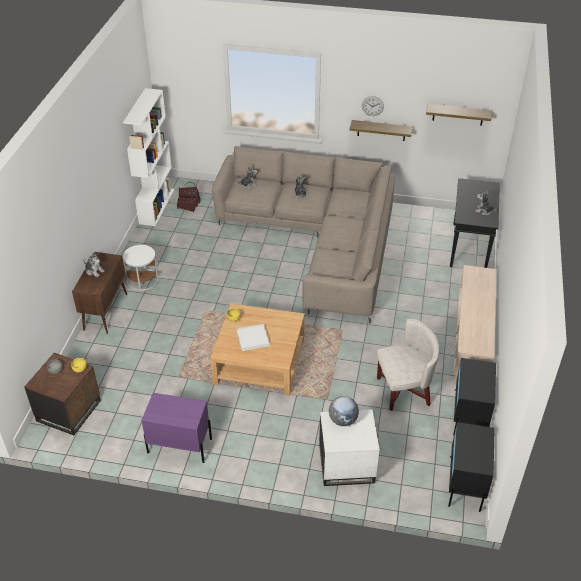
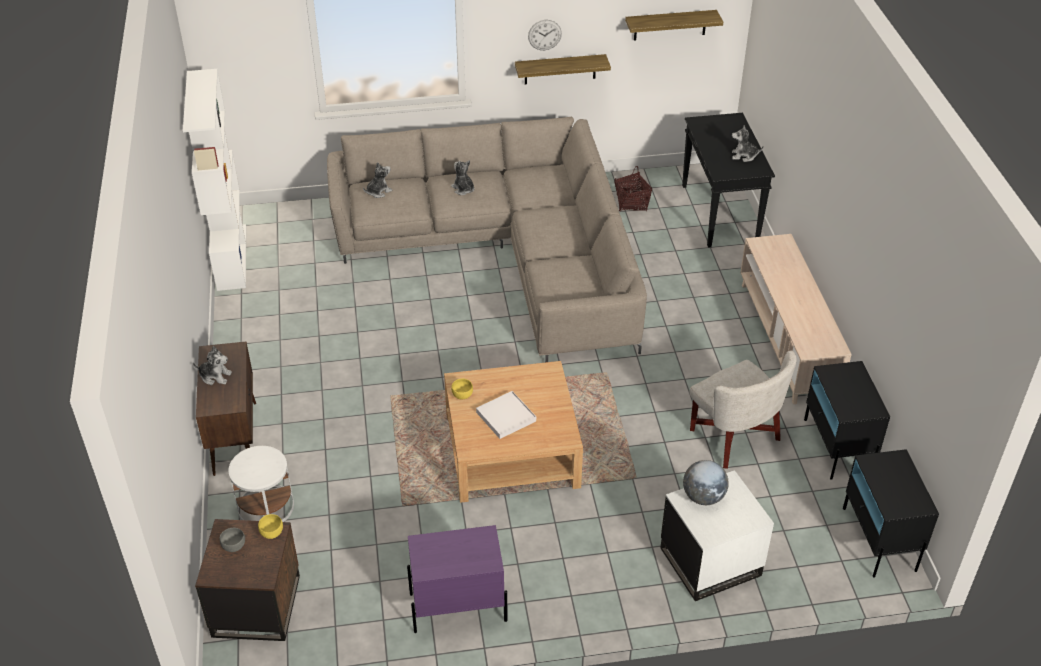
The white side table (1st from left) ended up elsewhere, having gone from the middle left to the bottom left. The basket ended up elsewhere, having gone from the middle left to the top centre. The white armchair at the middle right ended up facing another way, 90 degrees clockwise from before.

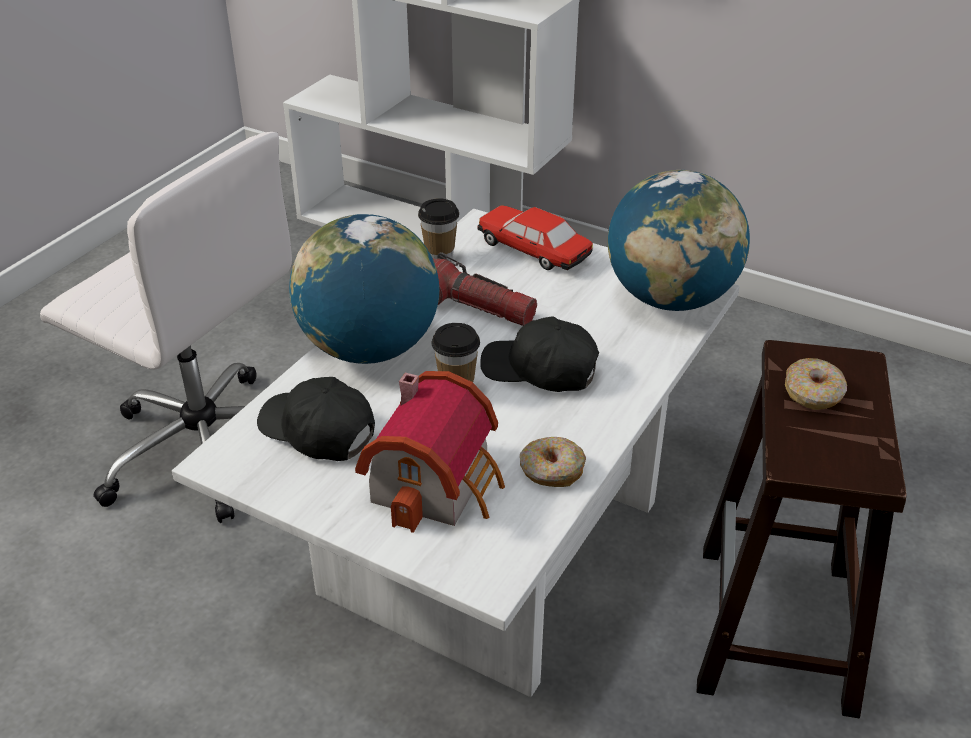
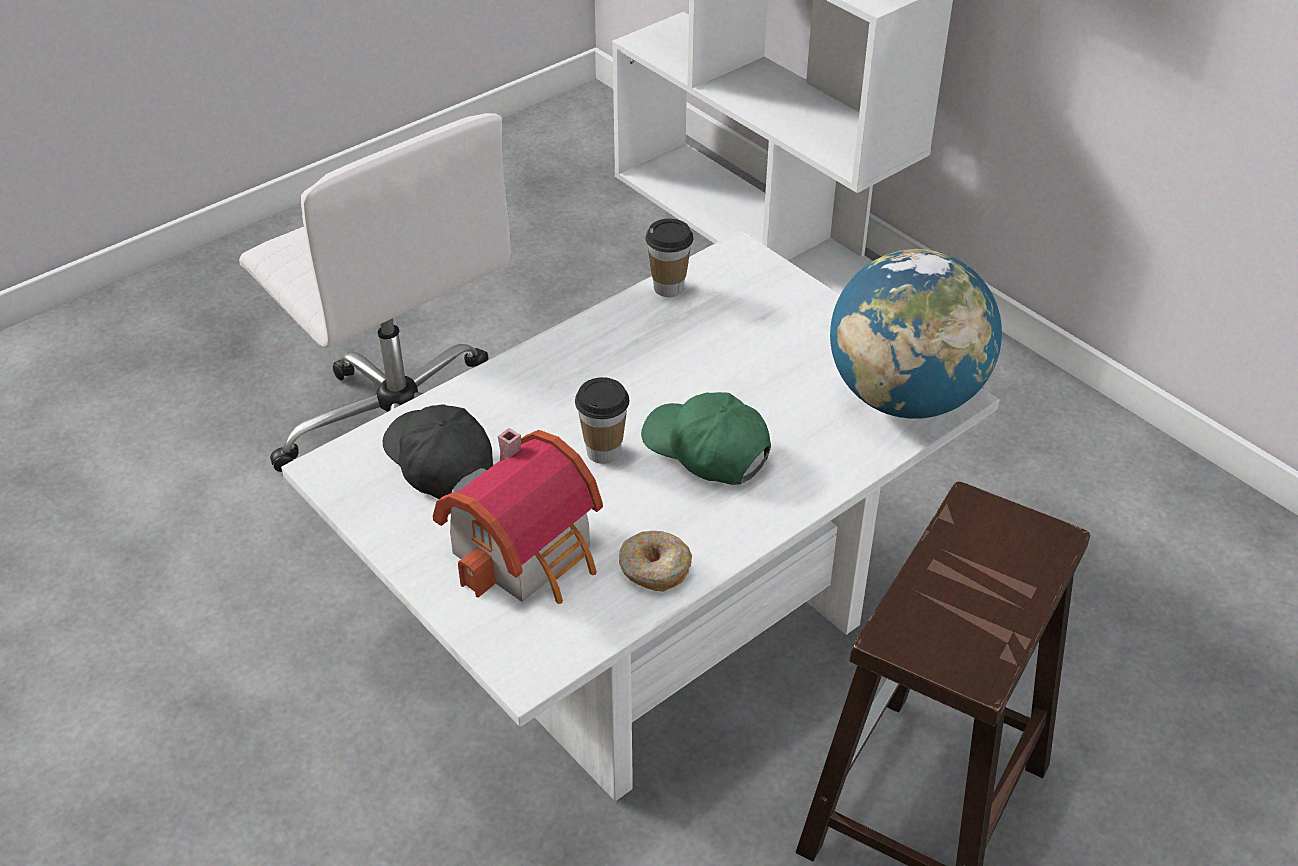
The second view lost the globe (1st from left) at the centre. The second view lost the flashlight at the centre. The second view lost the toy car at the top centre. What was the black cap (2nd from left) at the centre turned into the green cap at the centre. The second view lost the donut (2nd from left) at the middle right.

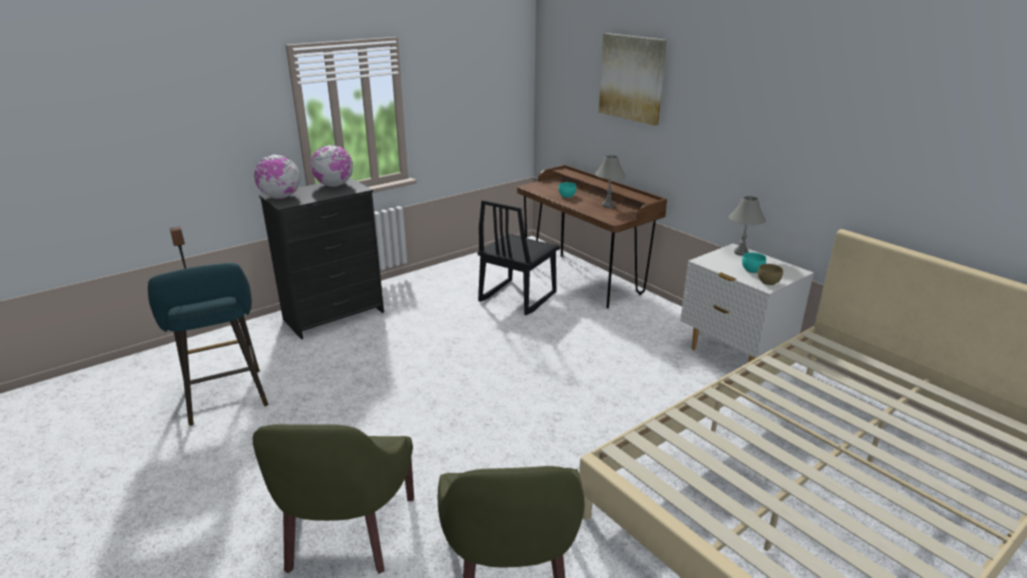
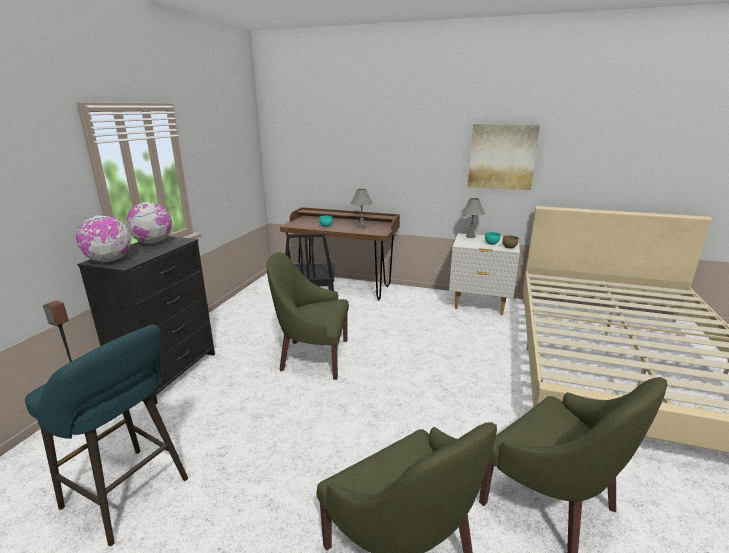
The picture ended up elsewhere, having gone from the top centre to the top right. The second view gained the green armchair (1st from left) at the centre.

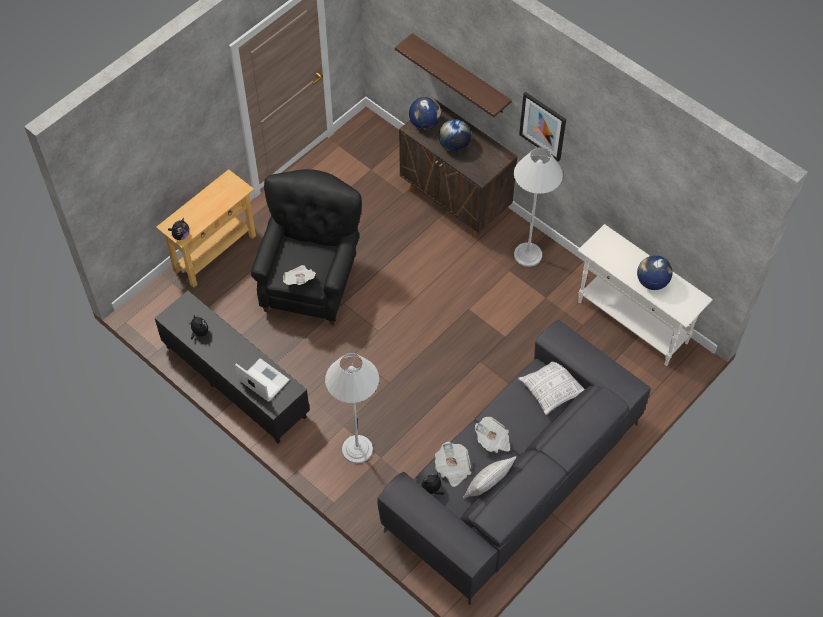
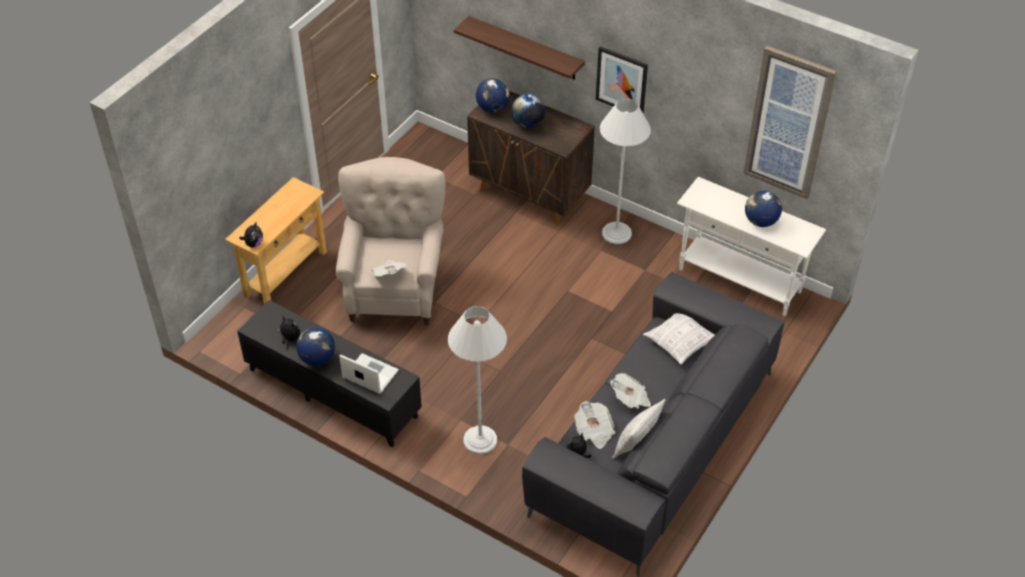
What was the black armchair at the centre turned into the beige armchair at the centre. The second view gained the globe (1st from left) at the middle left. The second view gained the picture (2nd from left) at the top right.

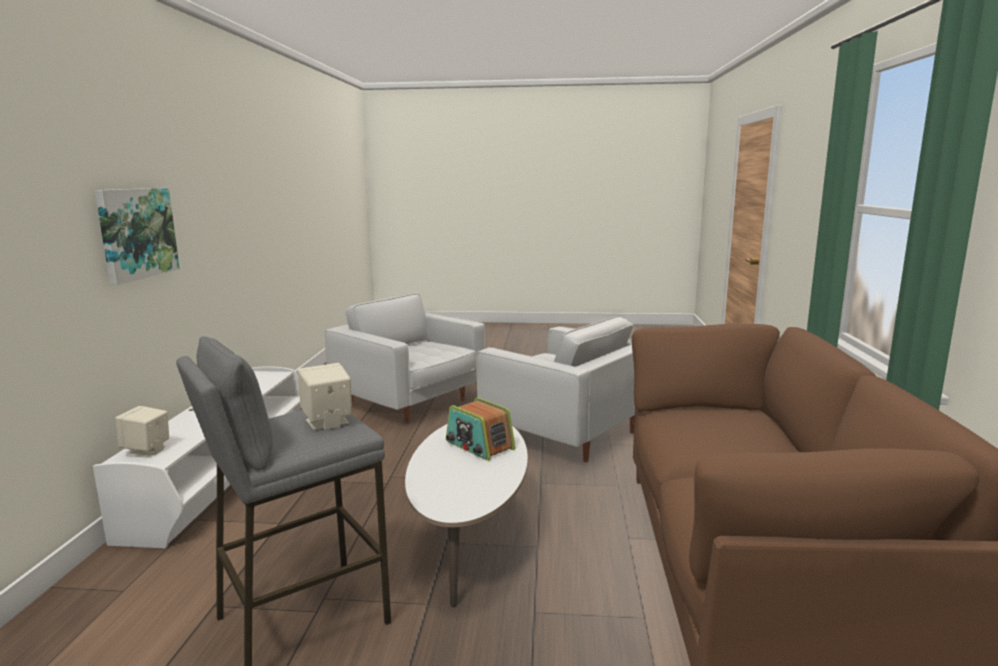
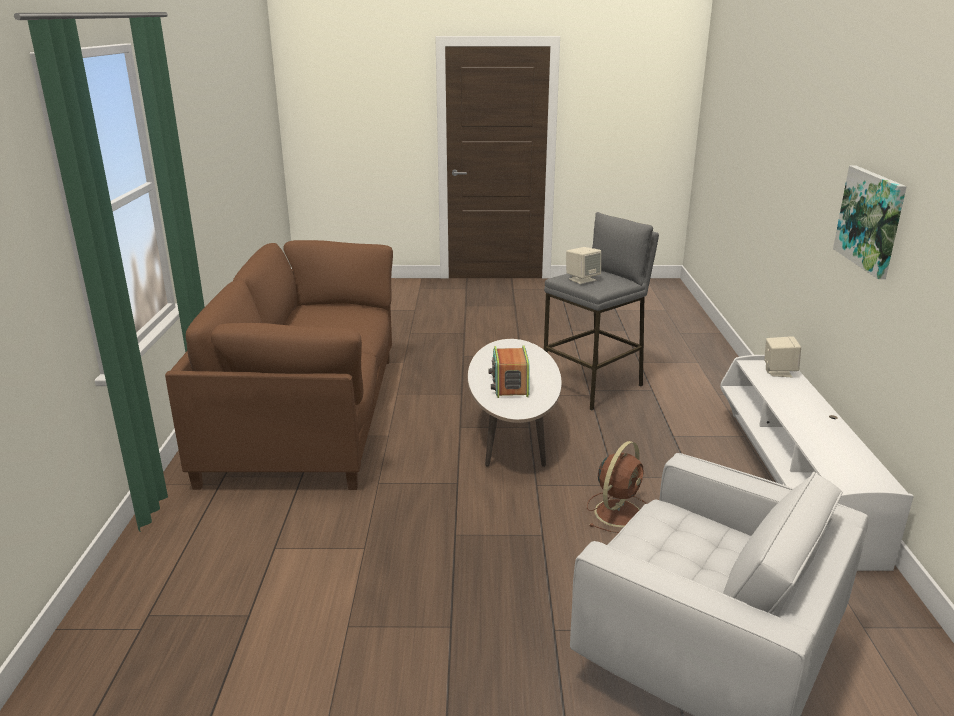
The radio at the centre ended up facing another way, 135 degrees counterclockwise from before. The second view lost the white armchair (2nd from left) at the centre. The second view gained the brown fan at the bottom centre.

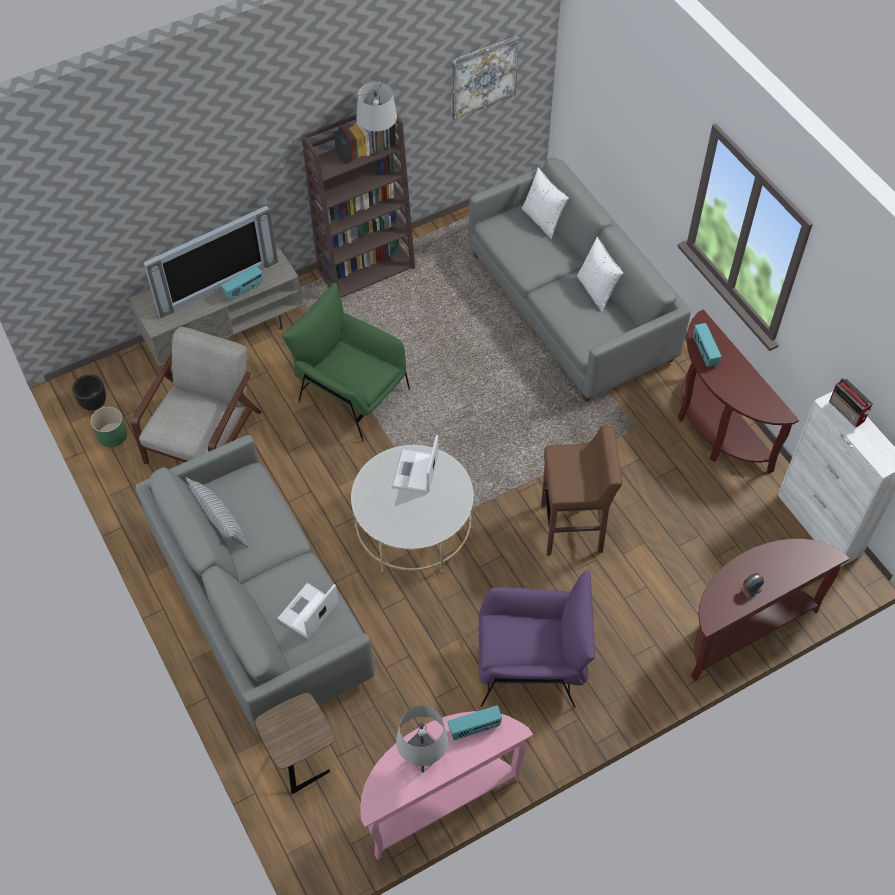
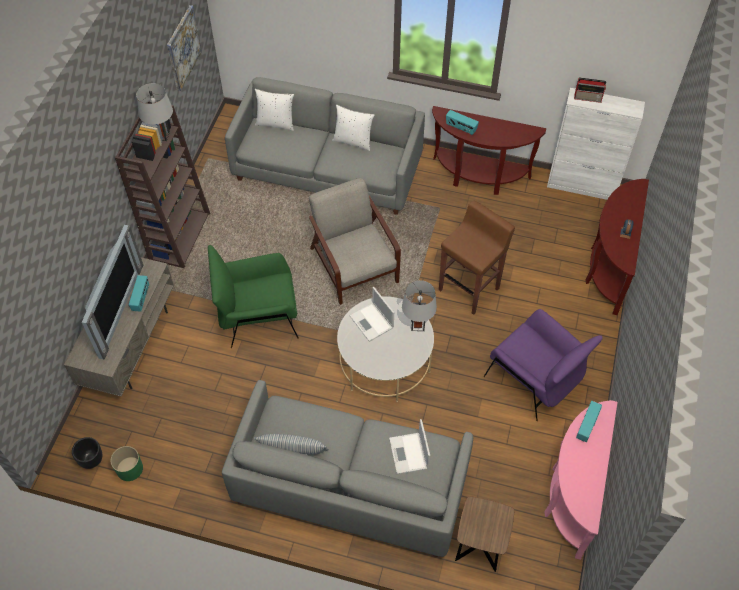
The grey armchair ended up elsewhere, having gone from the middle left to the centre. The grey table lamp (2nd from left) ended up elsewhere, having gone from the bottom centre to the centre. The purple armchair at the bottom centre ended up facing another way, 90 degrees clockwise from before.

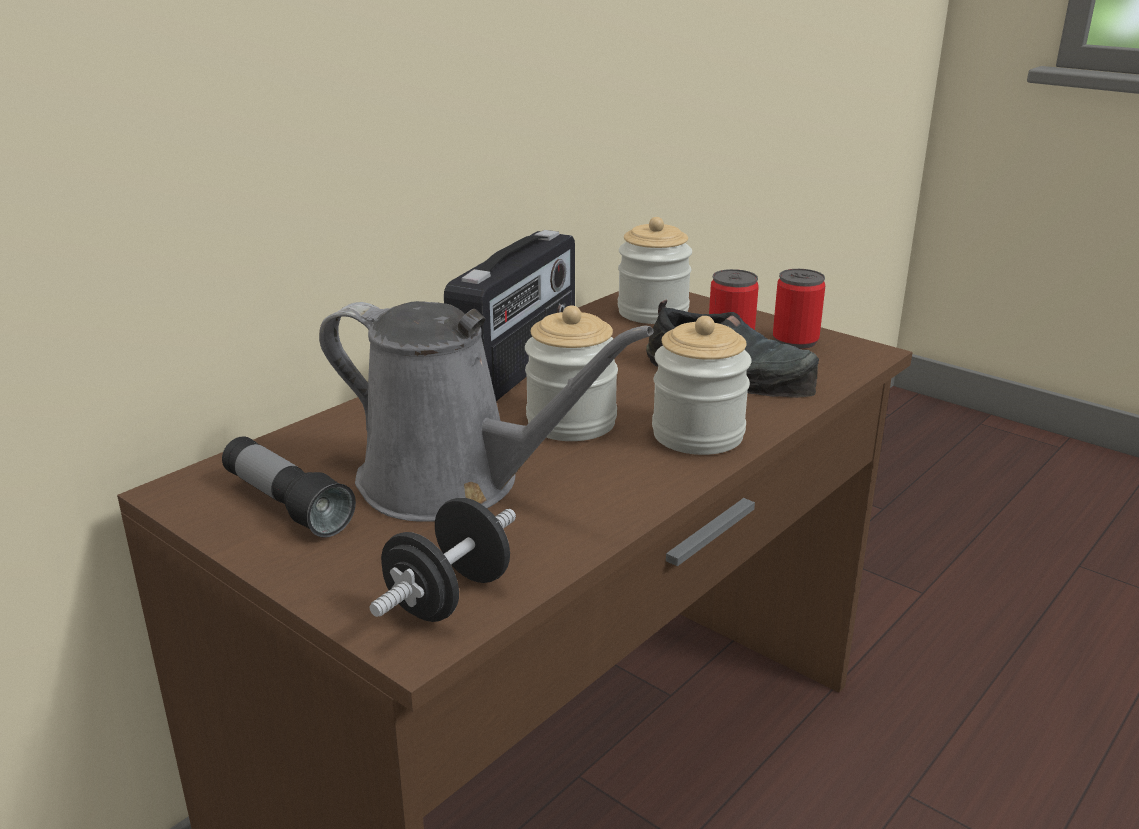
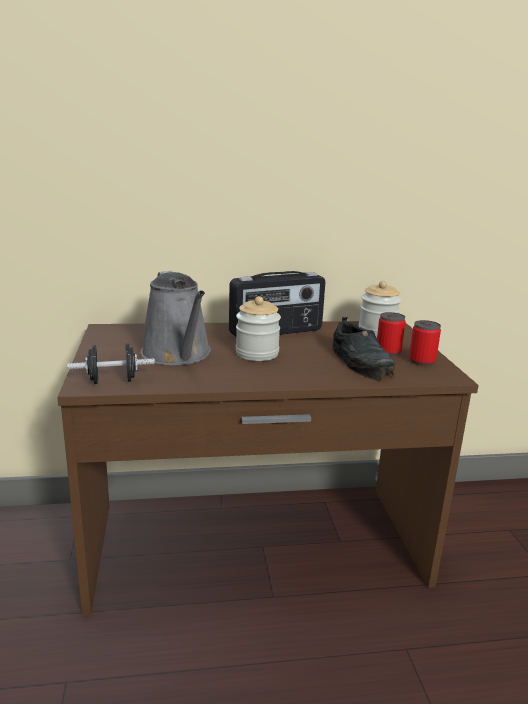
The second view lost the flashlight at the middle left. The second view lost the jar (3rd from left) at the centre.

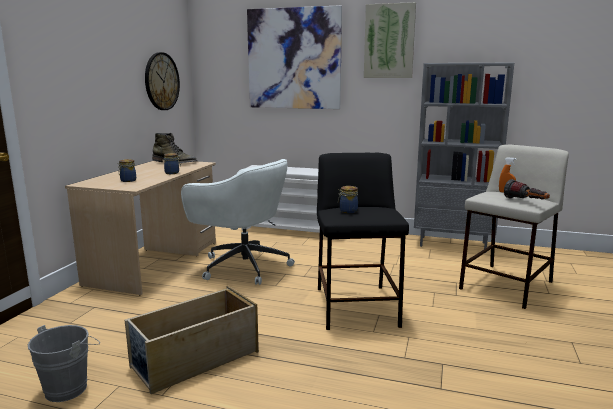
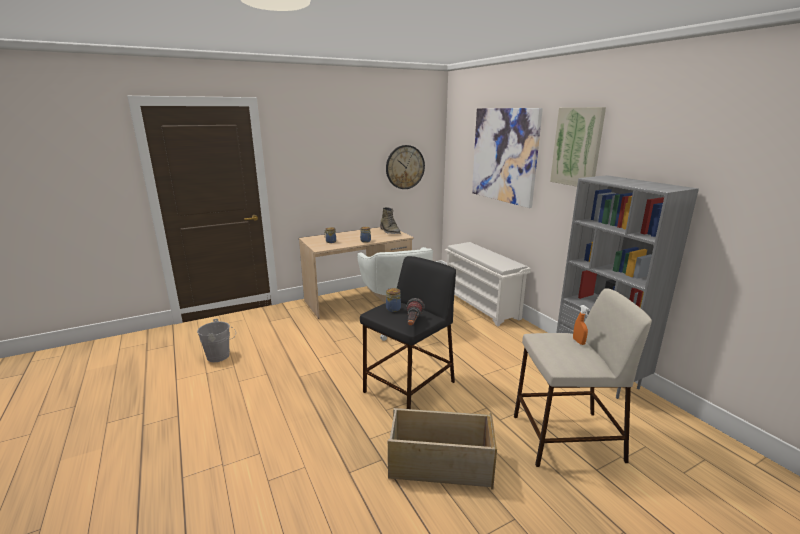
The beige storage box ended up elsewhere, having gone from the bottom left to the bottom centre. The flashlight ended up elsewhere, having gone from the middle right to the centre.

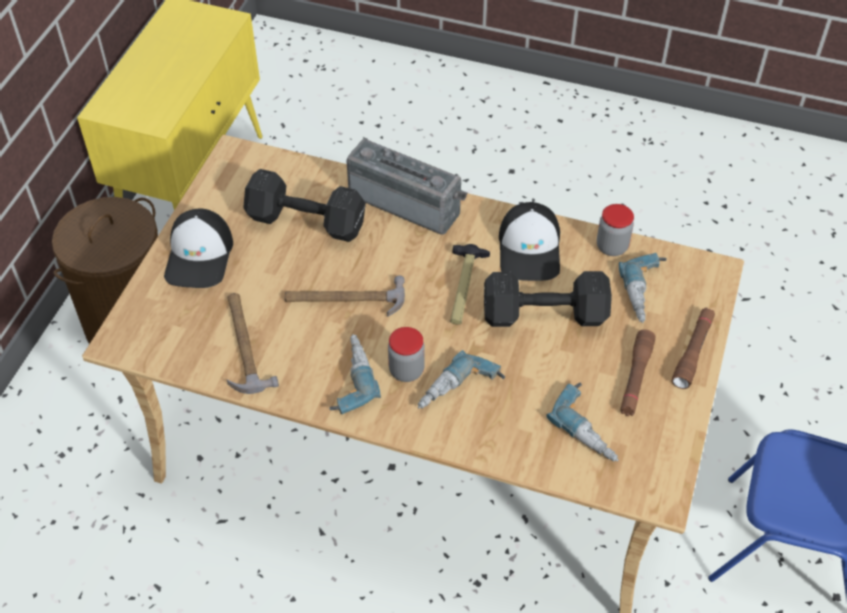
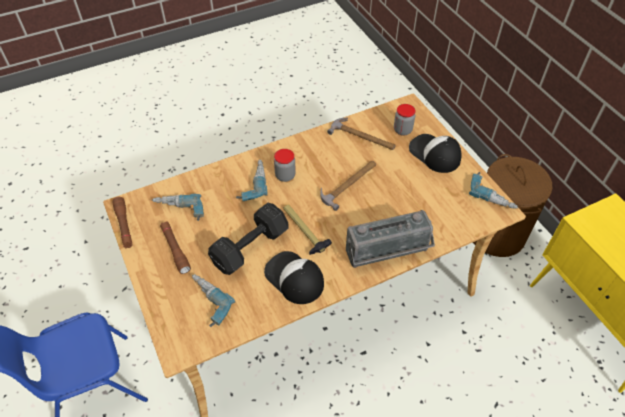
The second view lost the black dumbbell (1st from left) at the centre. The power drill (1st from left in the first image) ended up elsewhere, having gone from the centre to the middle right. The jar (2nd from left) ended up elsewhere, having gone from the middle right to the top centre. The brown flashlight (2nd from left in the first image) ended up elsewhere, having gone from the middle right to the middle left.

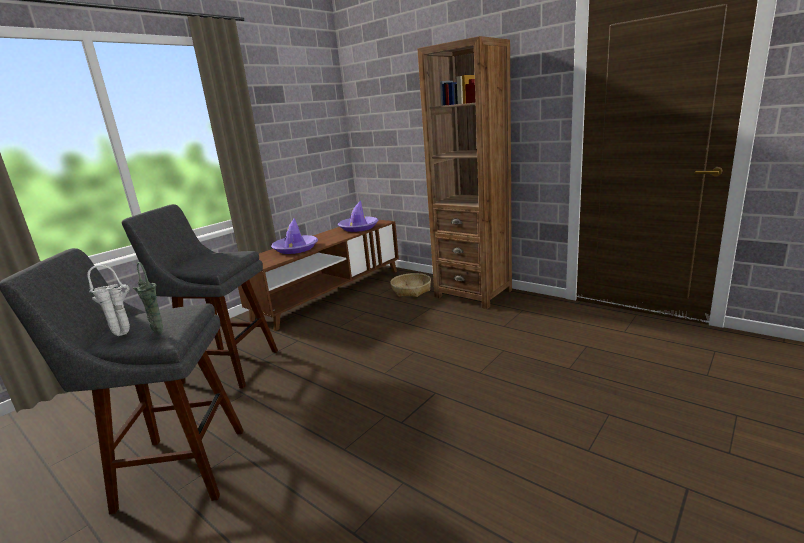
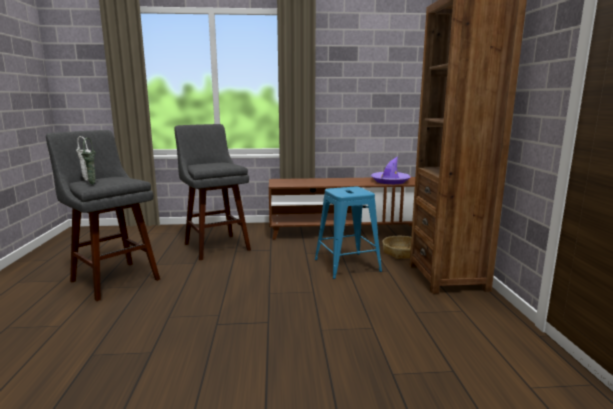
The second view lost the purple hat (1st from left) at the centre. The second view gained the blue stool at the centre.

